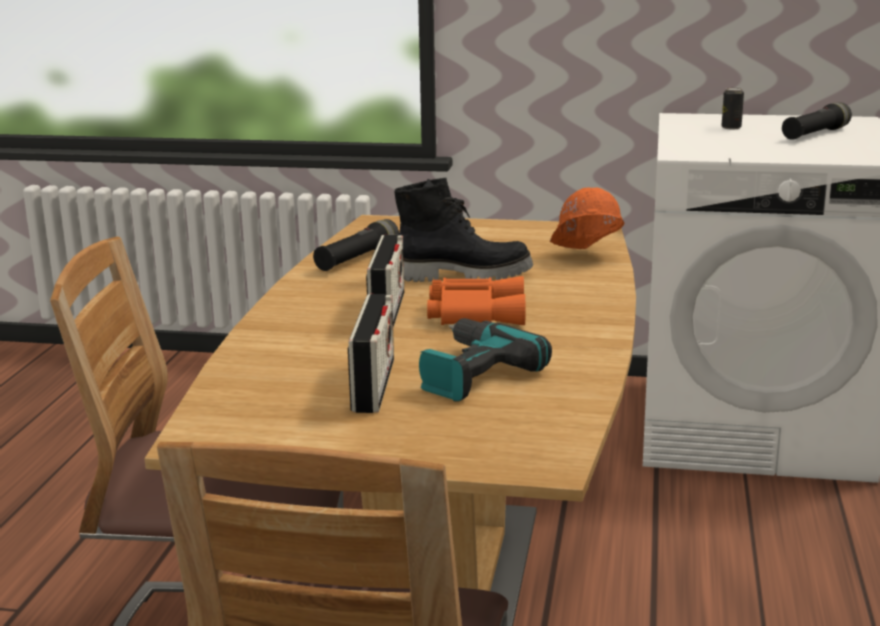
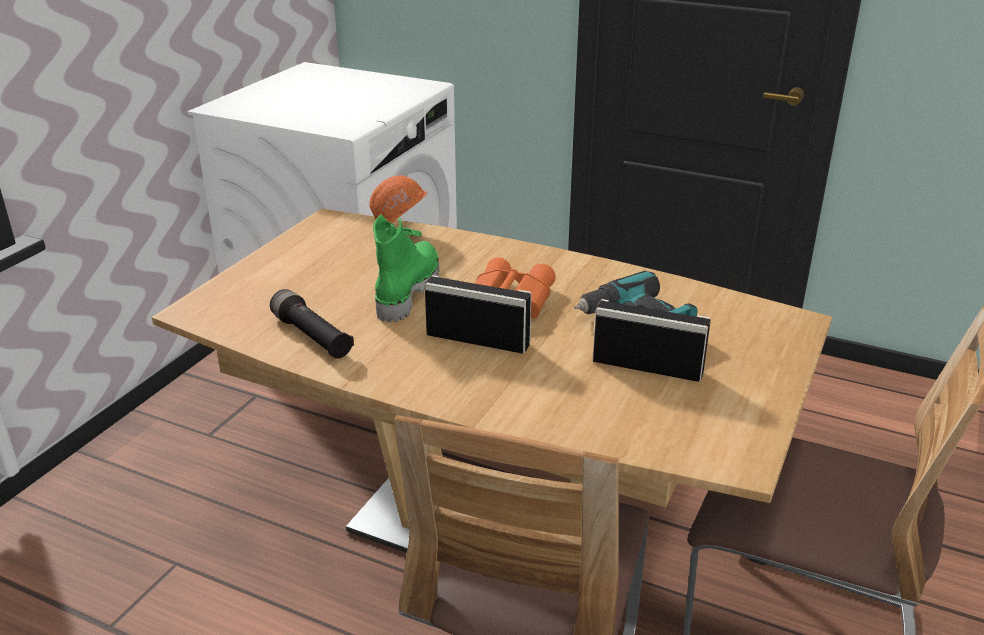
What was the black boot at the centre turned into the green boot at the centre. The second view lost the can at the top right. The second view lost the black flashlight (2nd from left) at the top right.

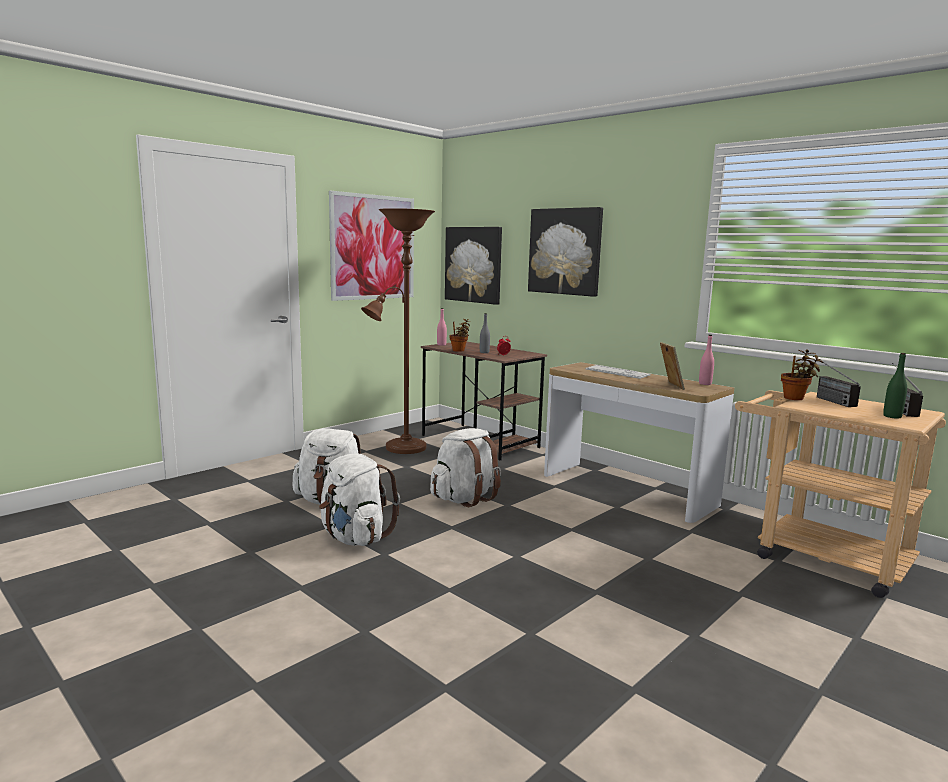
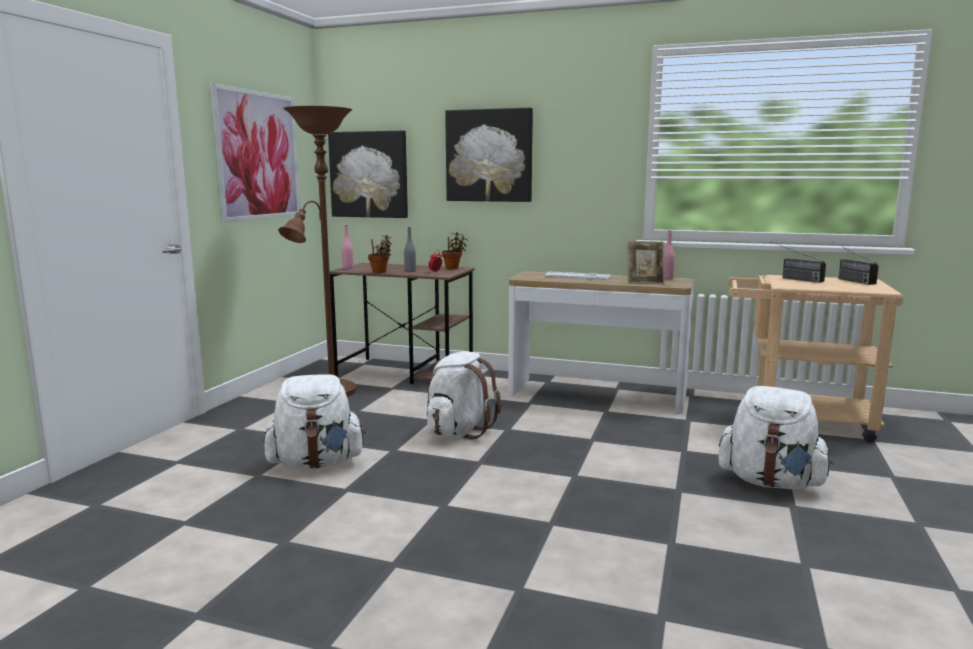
The white backpack (2nd from left in the first image) ended up elsewhere, having gone from the centre to the bottom right. The picture frame at the middle right ended up facing another way, 120 degrees clockwise from before. The potted plant (2nd from left) ended up elsewhere, having gone from the middle right to the centre. The second view lost the green bottle at the middle right.

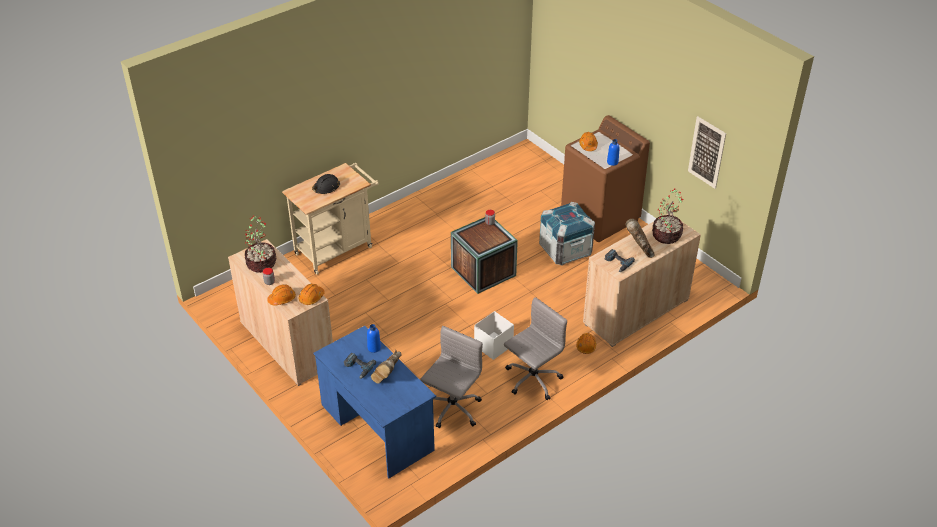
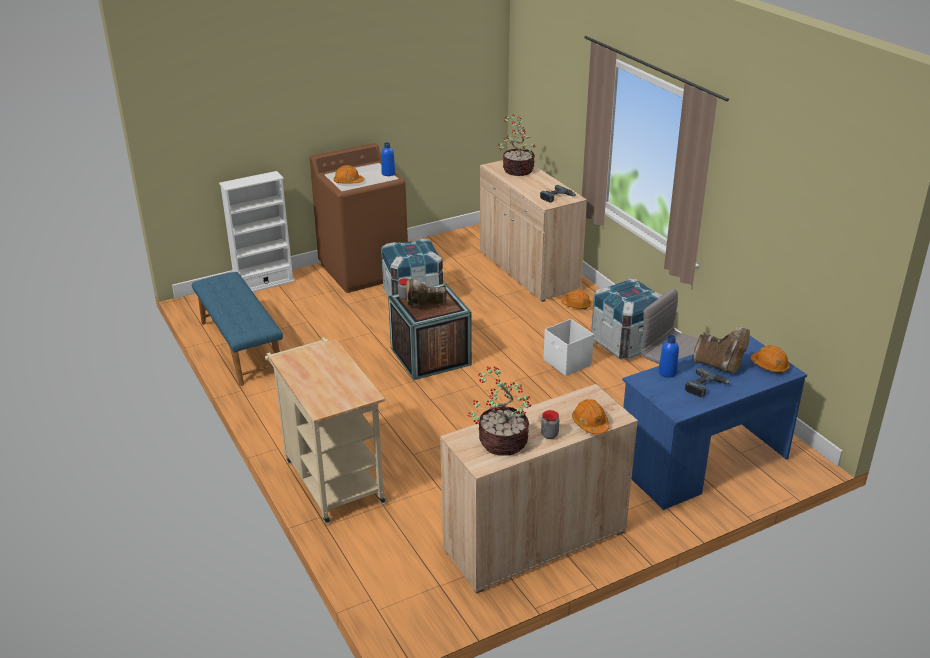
The orange hard hat (2nd from left in the first image) ended up elsewhere, having gone from the middle left to the middle right. The second view lost the black hard hat at the centre. Where the grey office chair (2nd from left) stood at the centre, the crate (3rd from left) came to stand at the middle right. The brown boot (2nd from left in the first image) ended up elsewhere, having gone from the middle right to the centre. The second view lost the picture at the top right. The second view gained the blue bench at the middle left. The second view gained the white bookcase at the middle left.

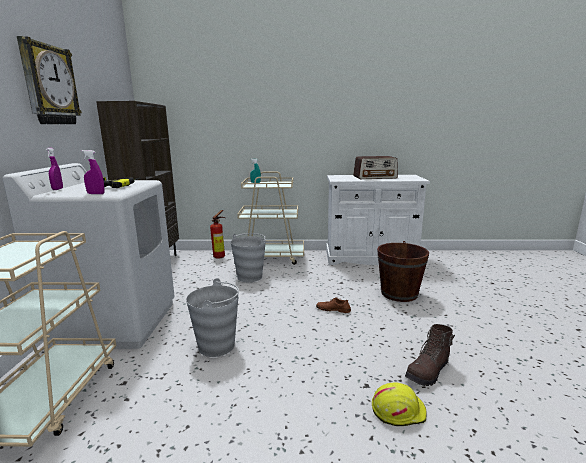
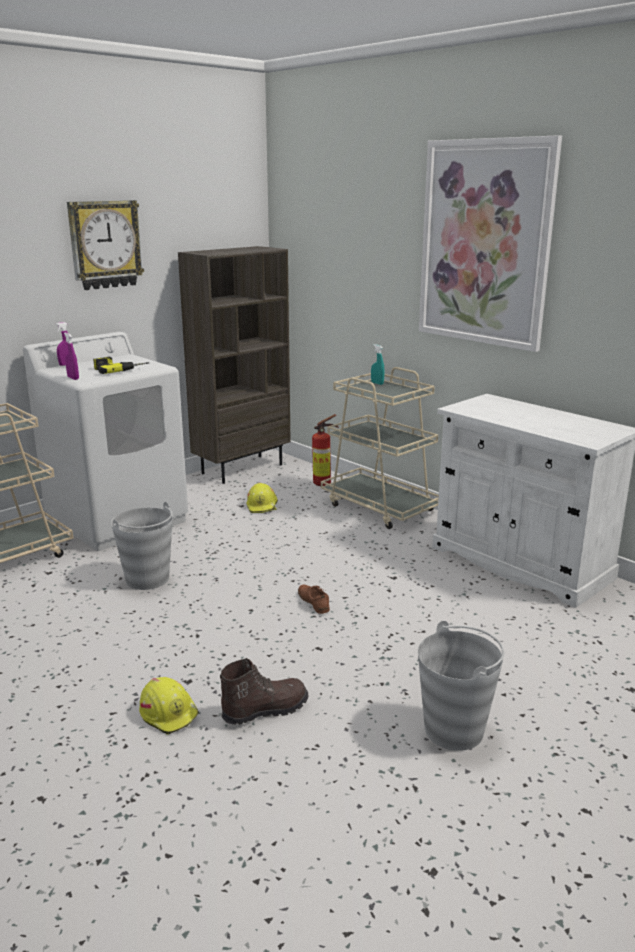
The grey bucket (2nd from left) ended up elsewhere, having gone from the centre to the bottom right. The second view lost the radio at the centre. The second view lost the brown bucket at the middle right. The brown boot at the bottom right ended up facing another way, 150 degrees clockwise from before. The second view gained the yellow hard hat (2nd from left) at the centre. The second view gained the picture at the top right.

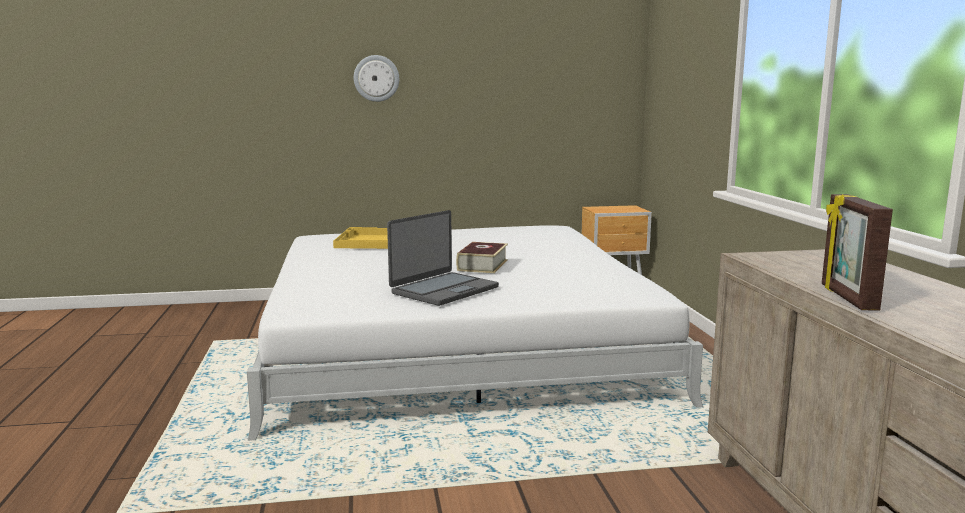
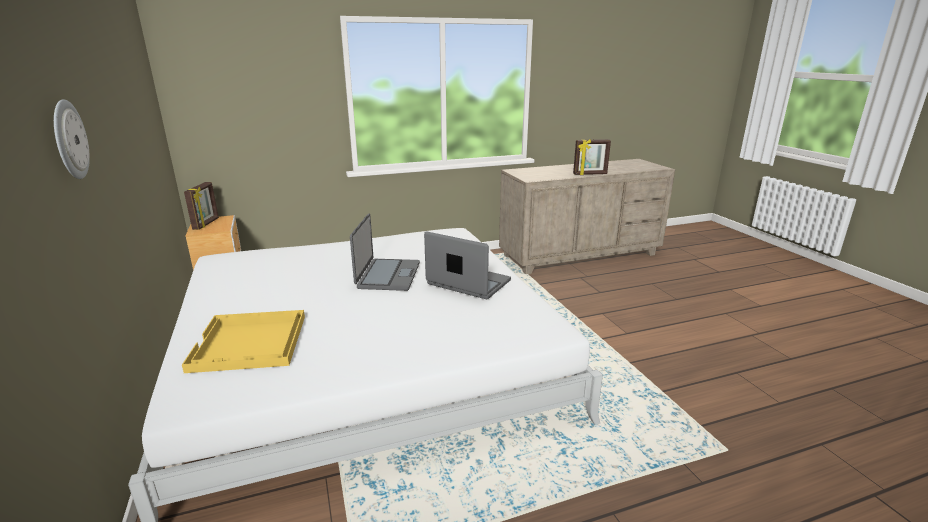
Where the book stood at the centre, the laptop (1st from left) came to stand at the centre. The second view gained the picture frame (1st from left) at the middle left.

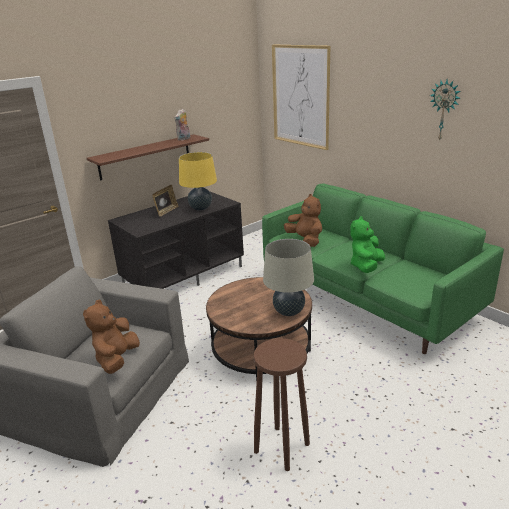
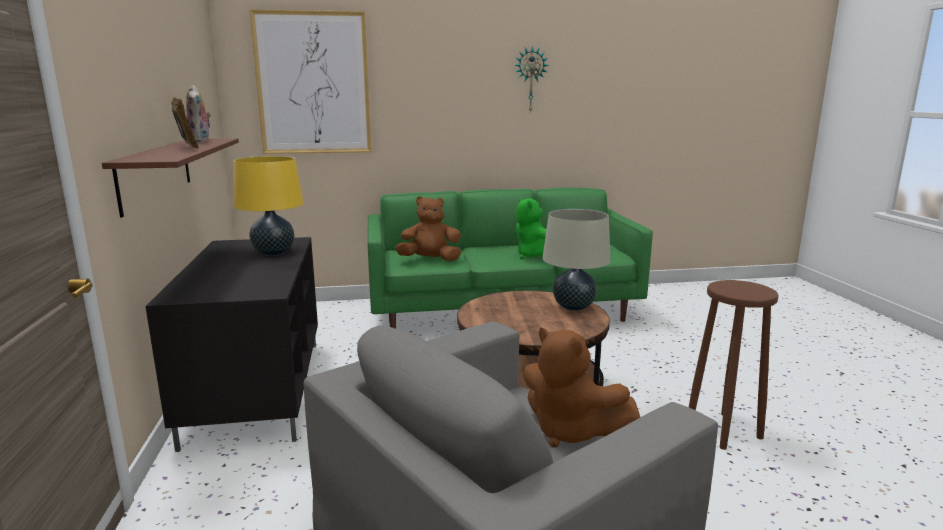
The picture frame ended up elsewhere, having gone from the middle left to the top left.

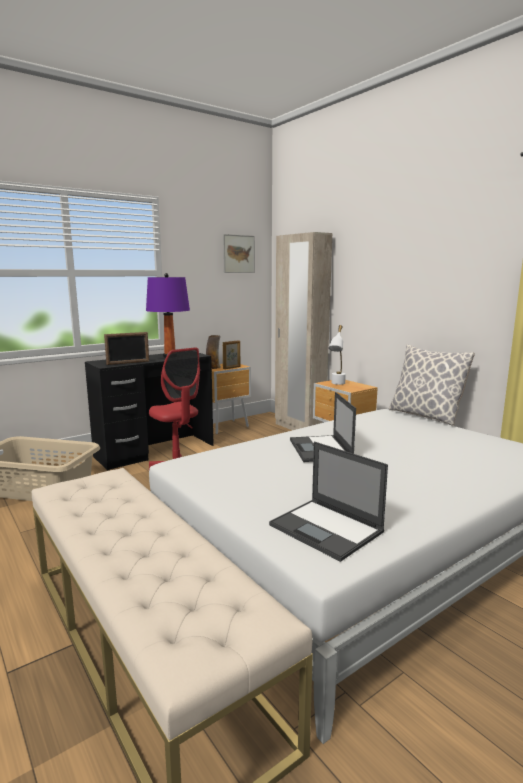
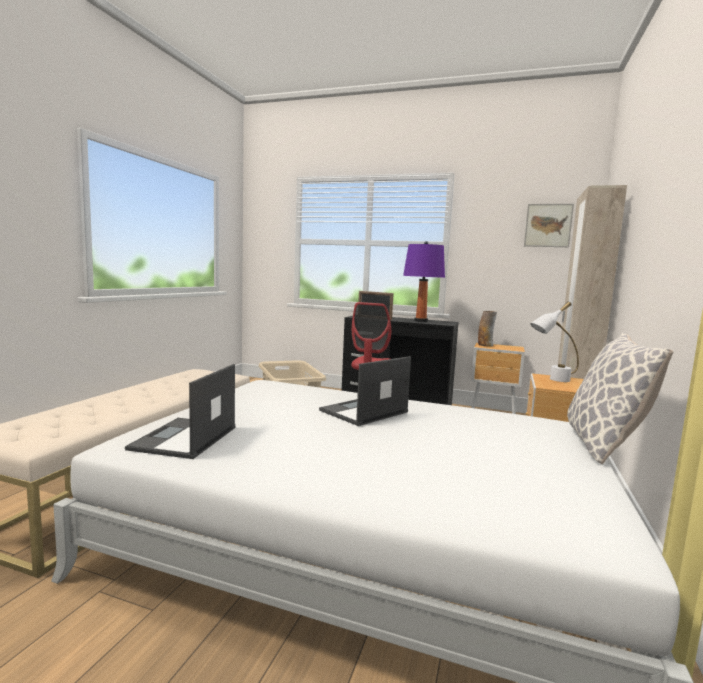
The second view lost the picture frame (2nd from left) at the centre.

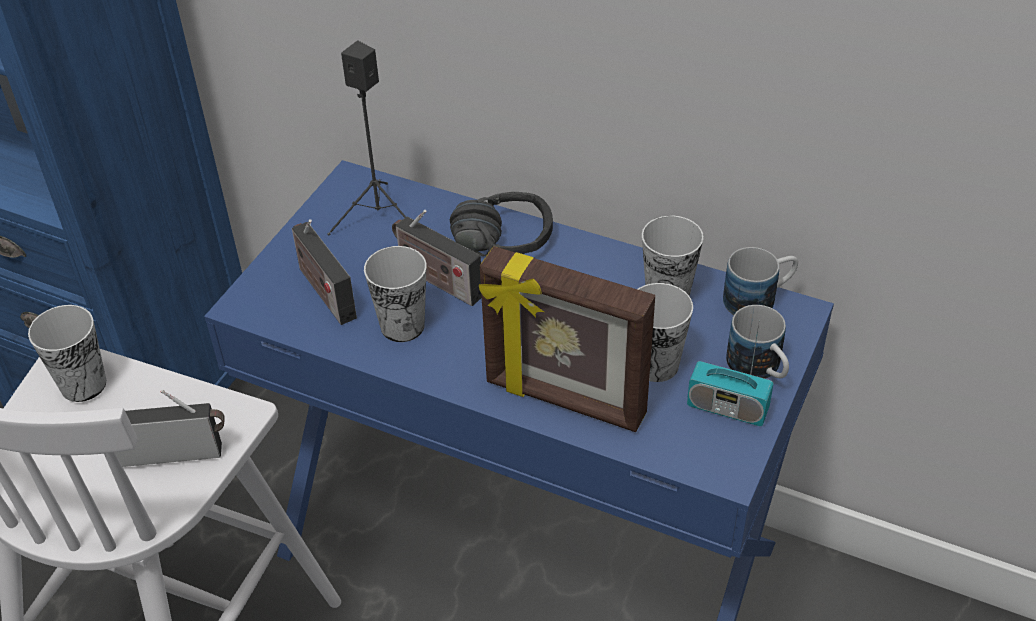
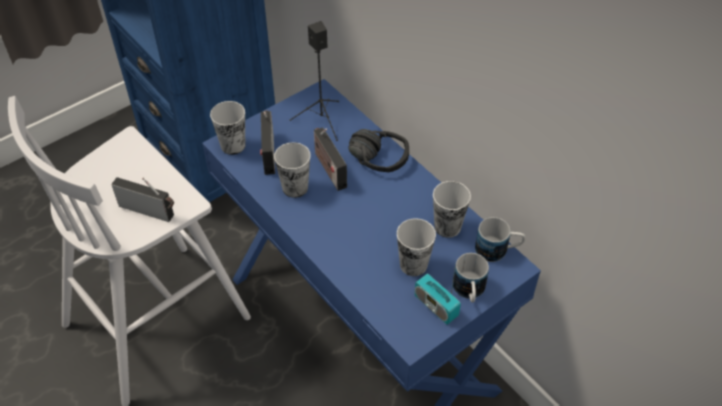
The cup (1st from left) ended up elsewhere, having gone from the middle left to the top left. The second view lost the picture frame at the centre.

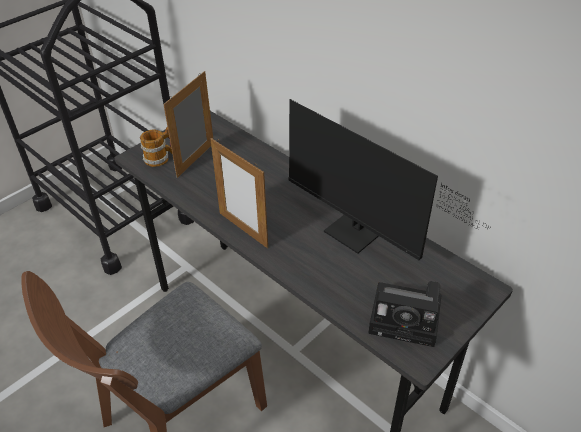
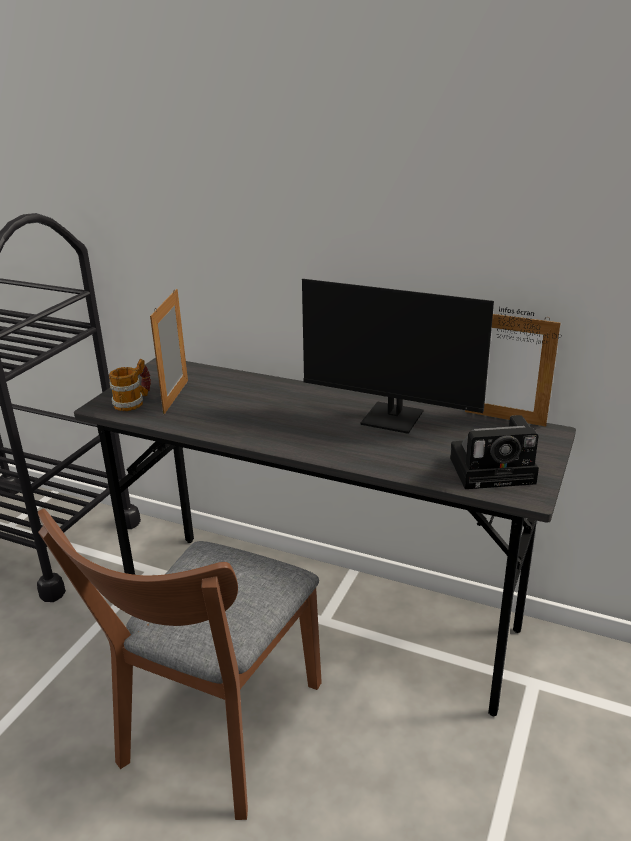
The picture frame (2nd from left) ended up elsewhere, having gone from the centre to the middle right.

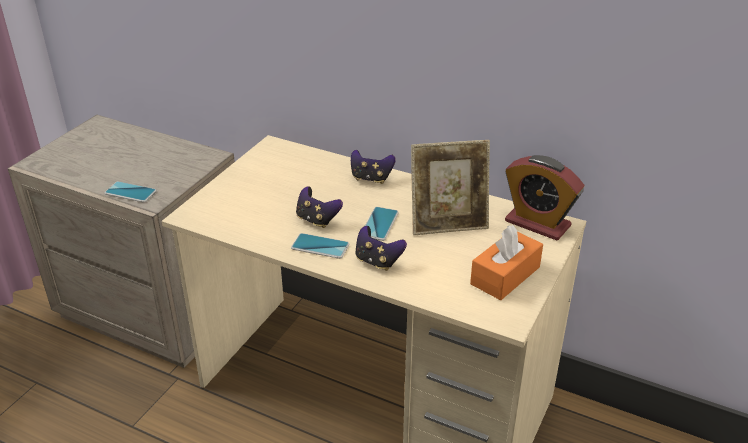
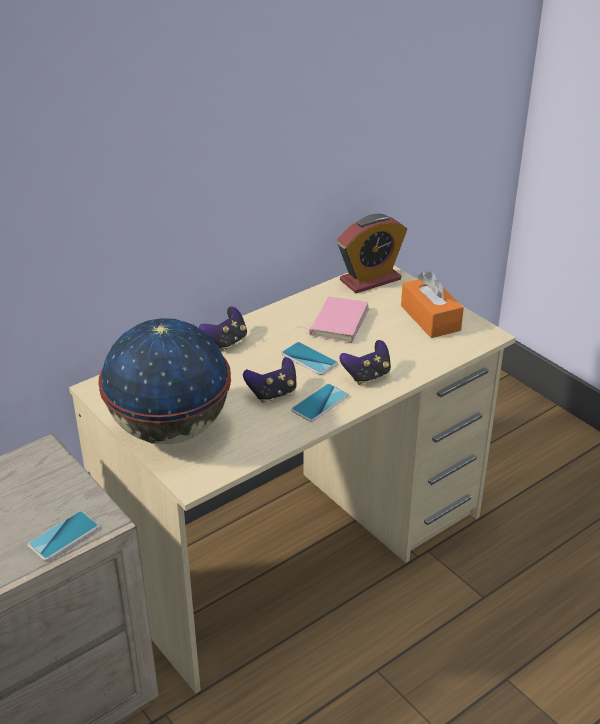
Where the picture frame stood at the centre, the pink book came to stand at the centre. The second view gained the globe at the middle left.

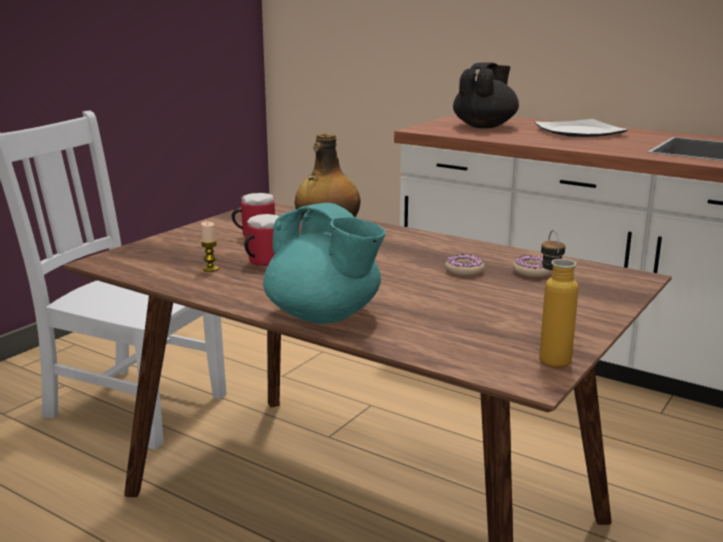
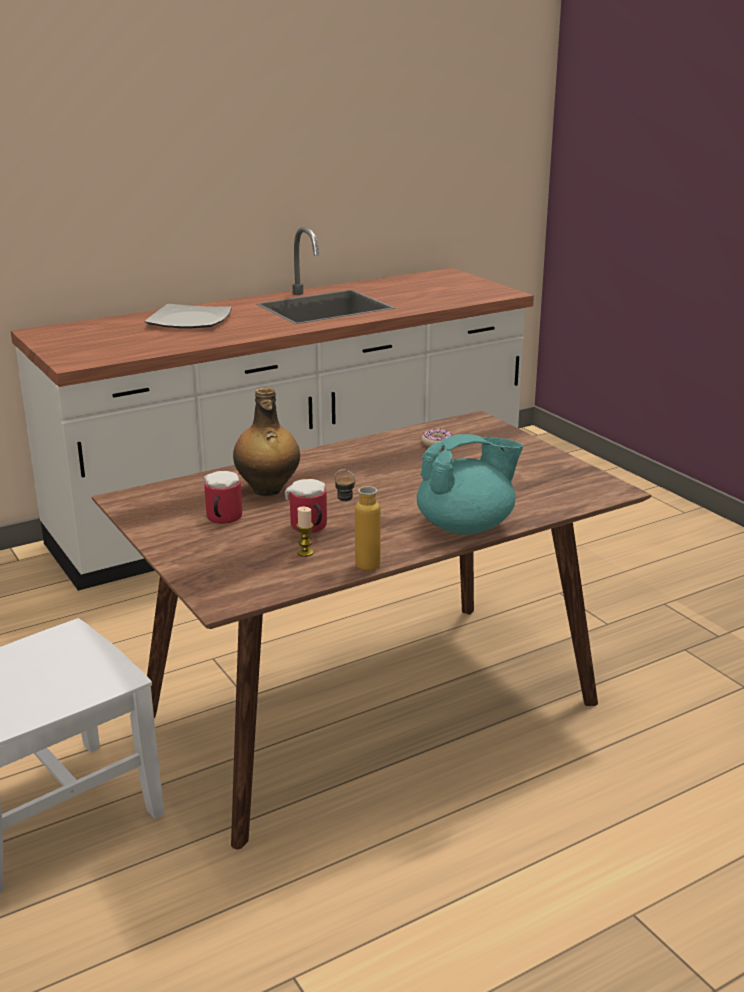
The second view lost the donut (1st from left) at the centre. The second view lost the black teapot at the top right. The bottle (2nd from left) ended up elsewhere, having gone from the middle right to the centre.

